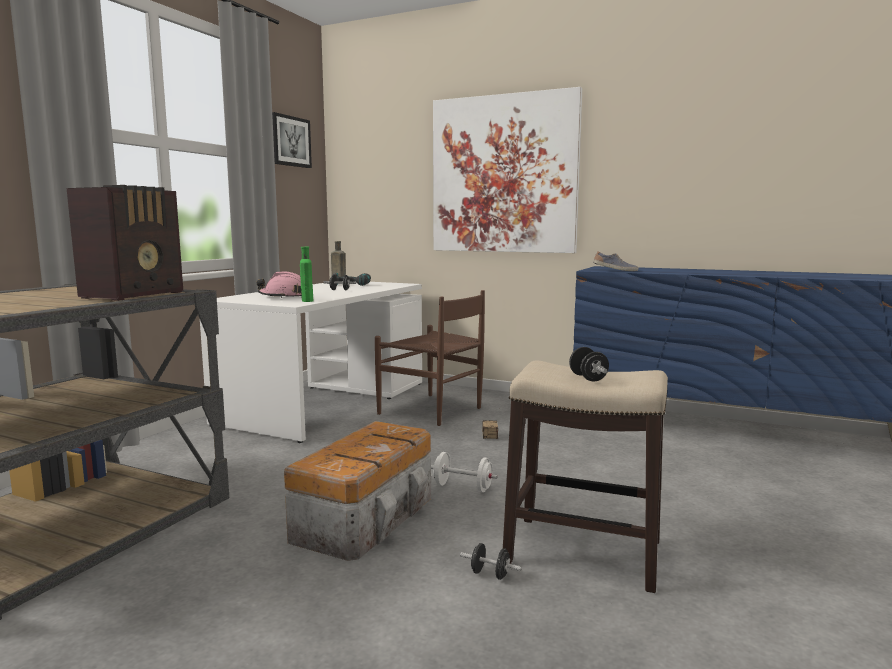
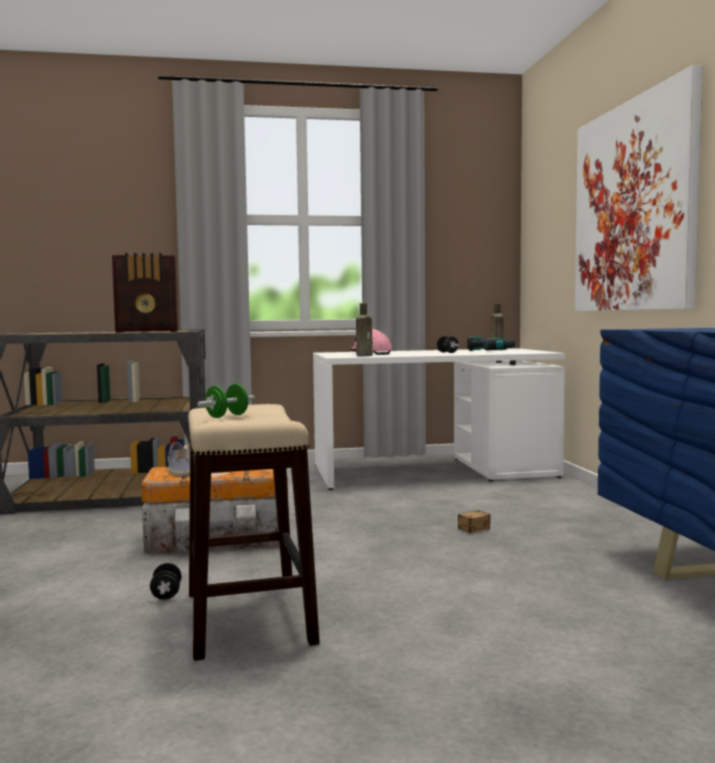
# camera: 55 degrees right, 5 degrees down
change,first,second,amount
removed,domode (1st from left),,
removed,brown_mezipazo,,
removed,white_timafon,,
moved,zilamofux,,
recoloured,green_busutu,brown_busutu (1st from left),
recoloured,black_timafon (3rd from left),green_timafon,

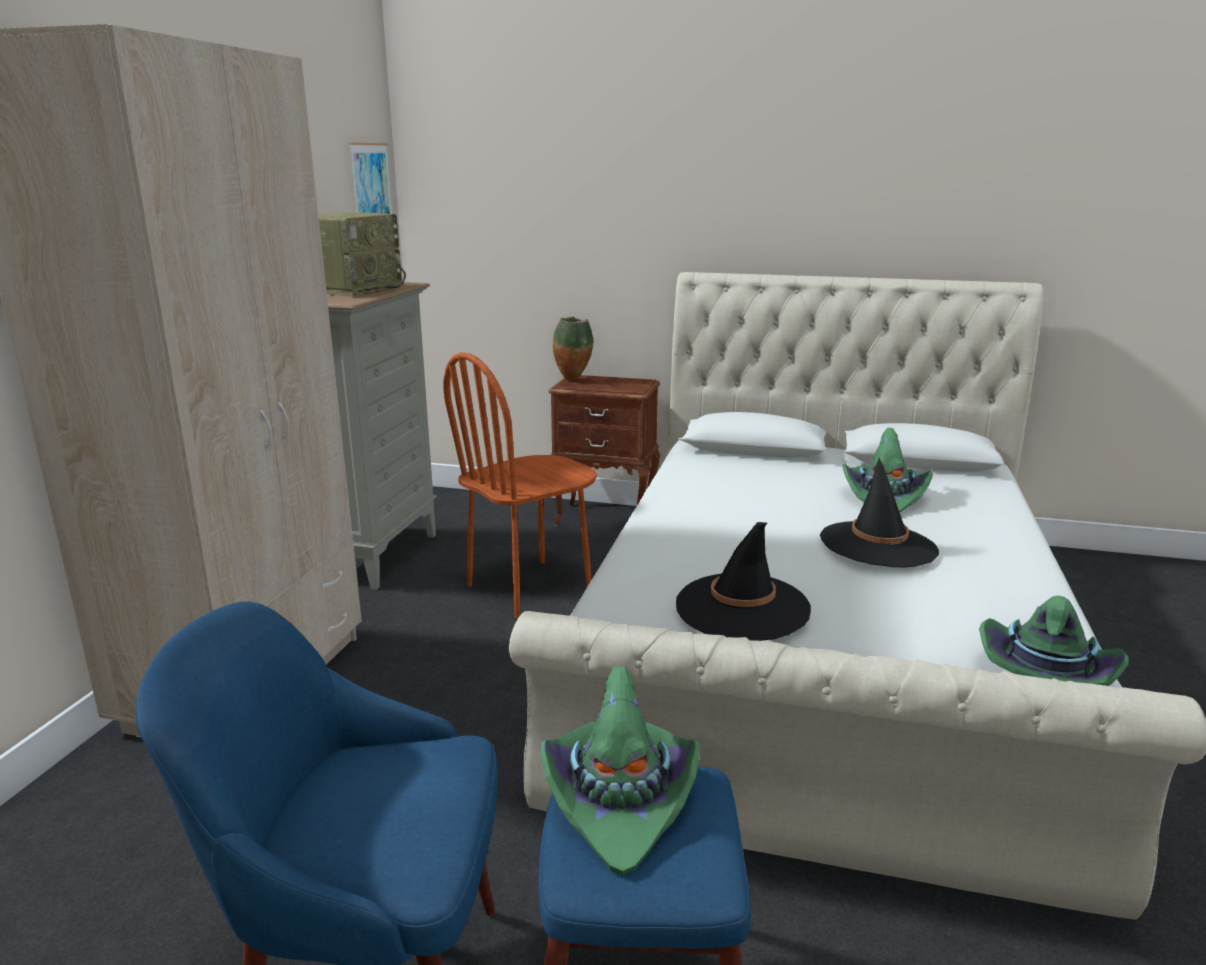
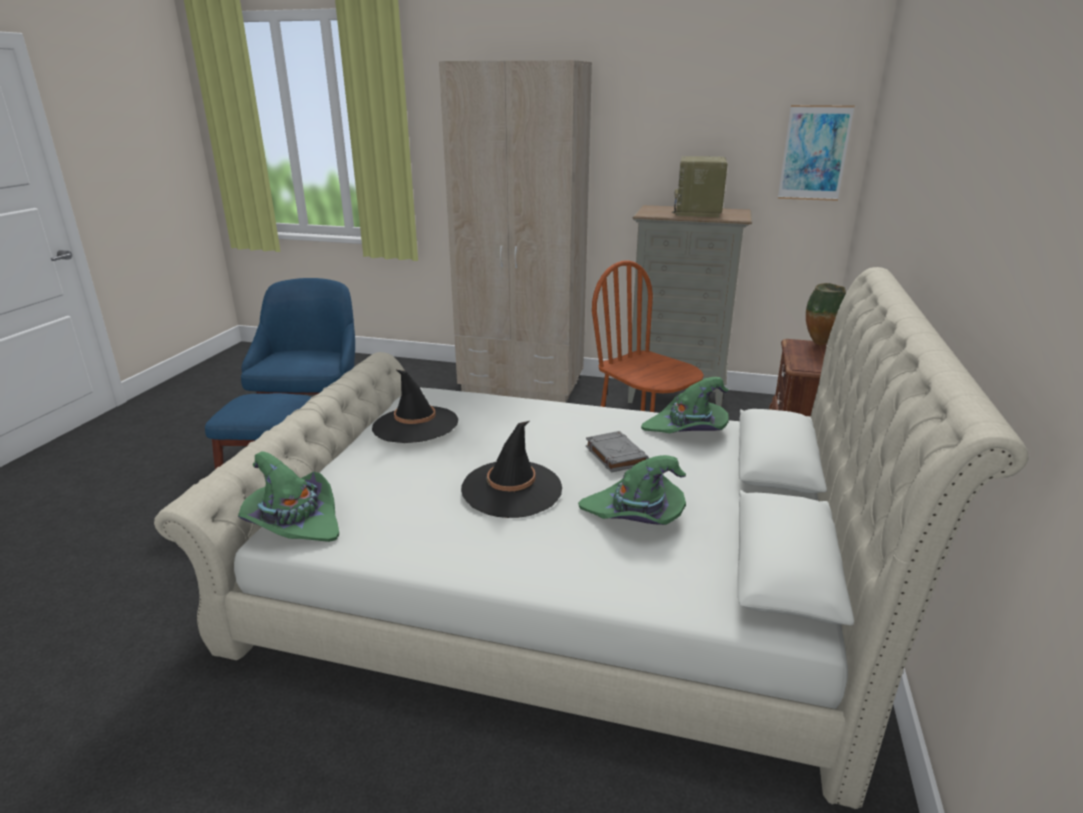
# camera: 90 degrees right, 5 degrees up
change,first,second,amount
added,,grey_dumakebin,
moved,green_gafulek (1st from left in the first image),green_gafulek (3rd from left),
turned,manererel,,75 degrees clockwise

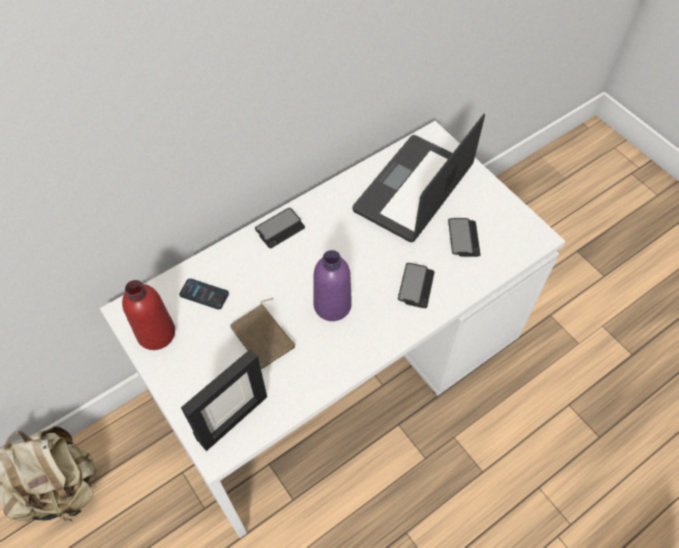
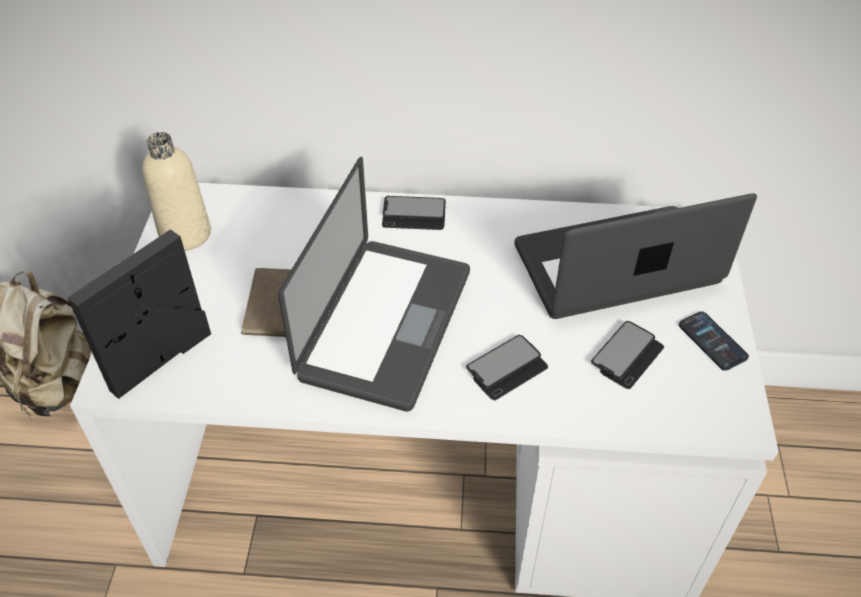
# camera: 40 degrees right, 10 degrees down
change,first,second,amount
moved,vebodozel (1st from left in the first image),vebodozel (4th from left),
replaced,purple_busutu,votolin (1st from left),
recoloured,red_busutu,beige_busutu,
turned,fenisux,,135 degrees clockwise

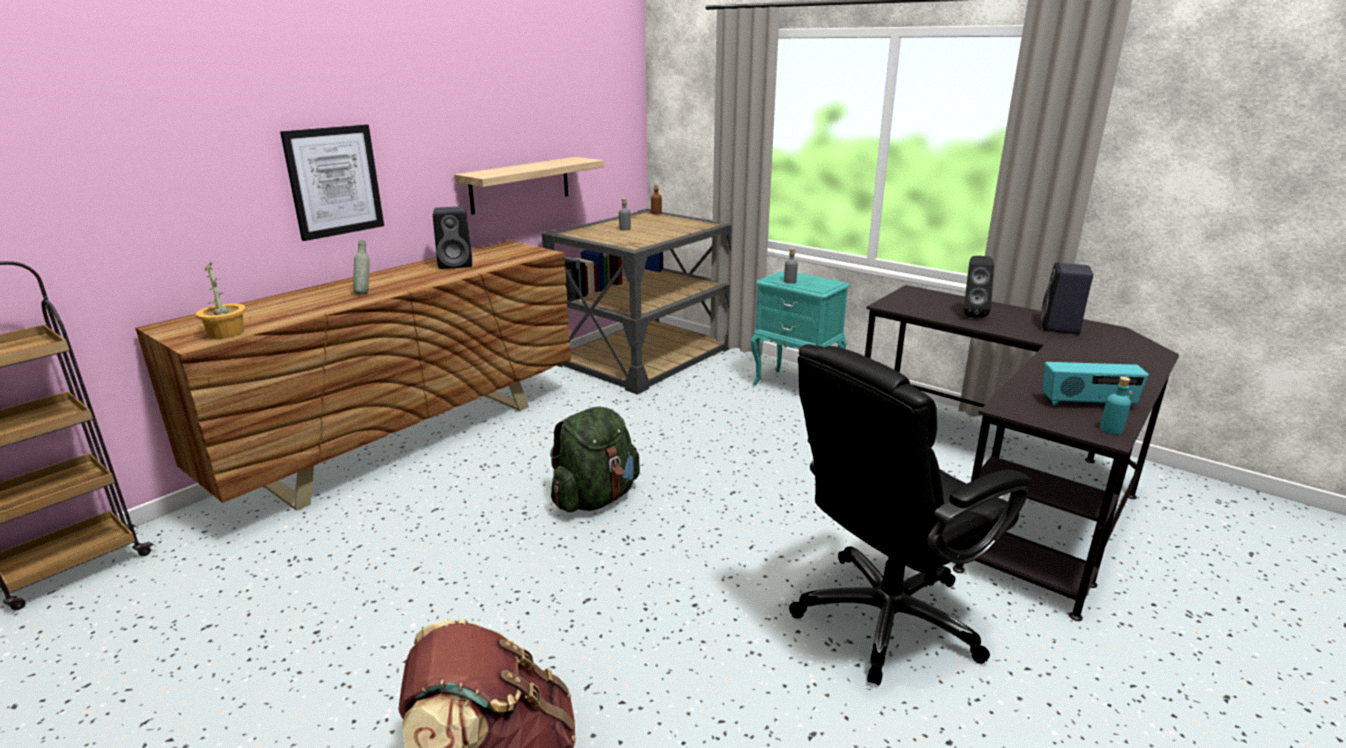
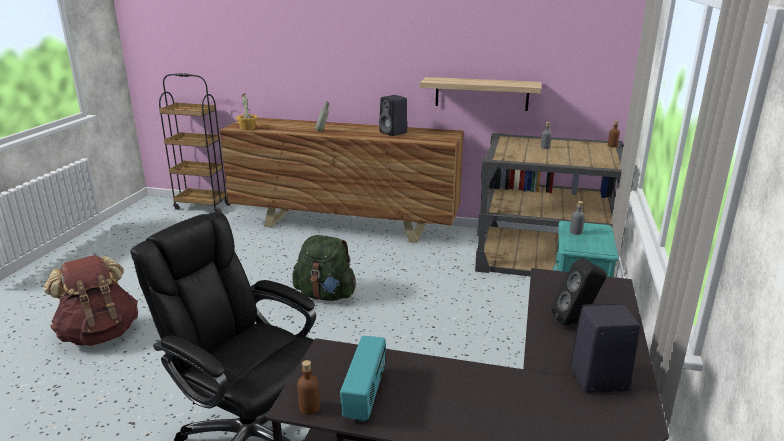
# camera: 65 degrees right, 0 degrees up
change,first,second,amount
removed,domode,,
recoloured,turquoise_busutu,brown_busutu (1st from left),
turned,manererel,,150 degrees counterclockwise

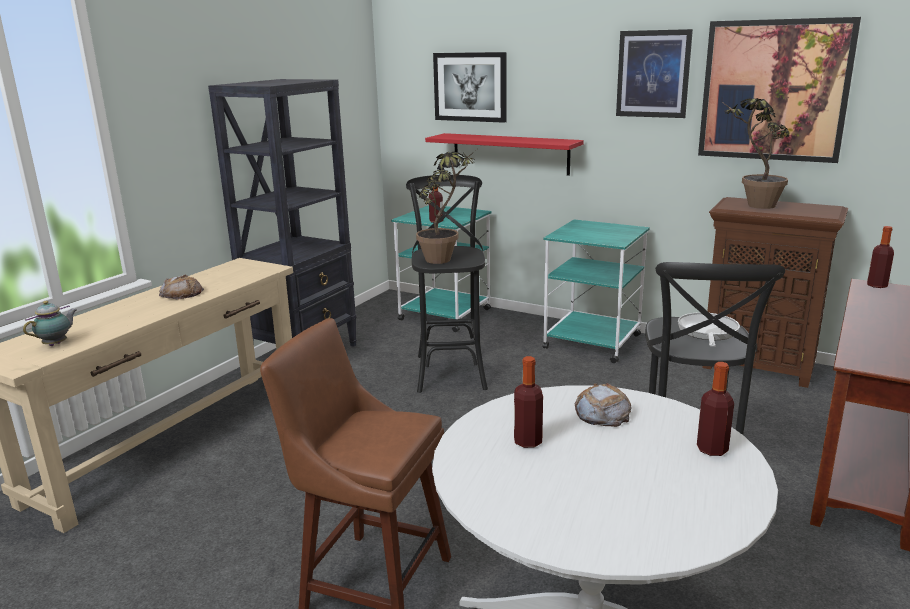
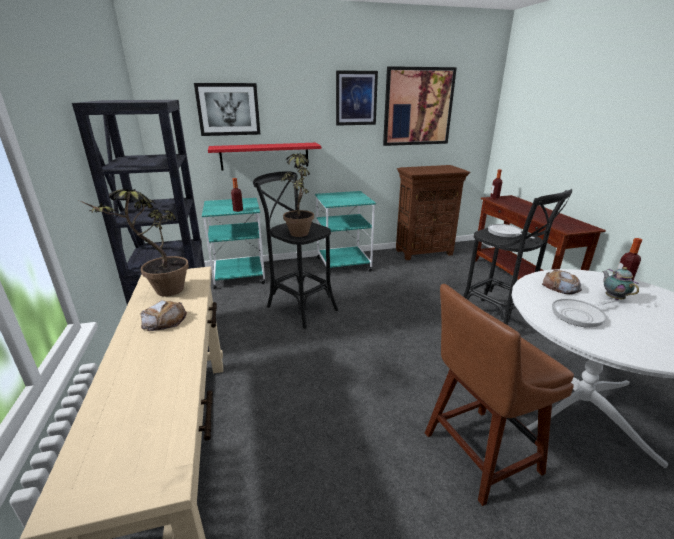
# camera: 45 degrees left, 5 degrees up
change,first,second,amount
moved,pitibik,,
moved,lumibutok (2nd from left in the first image),lumibutok (1st from left),
replaced,busutu (2nd from left),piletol (2nd from left),

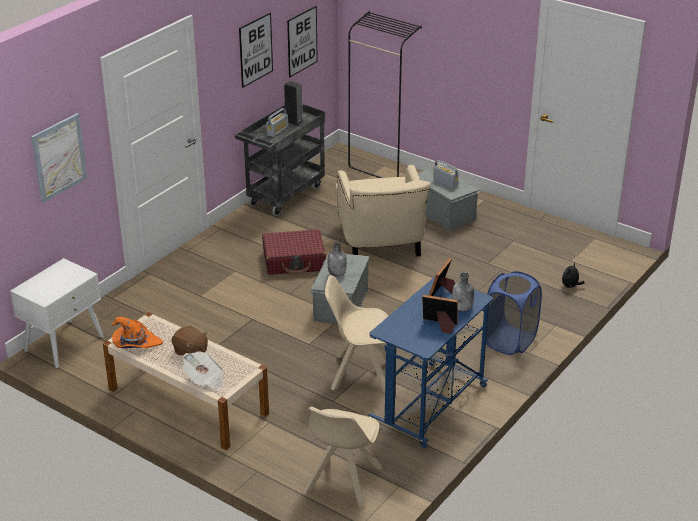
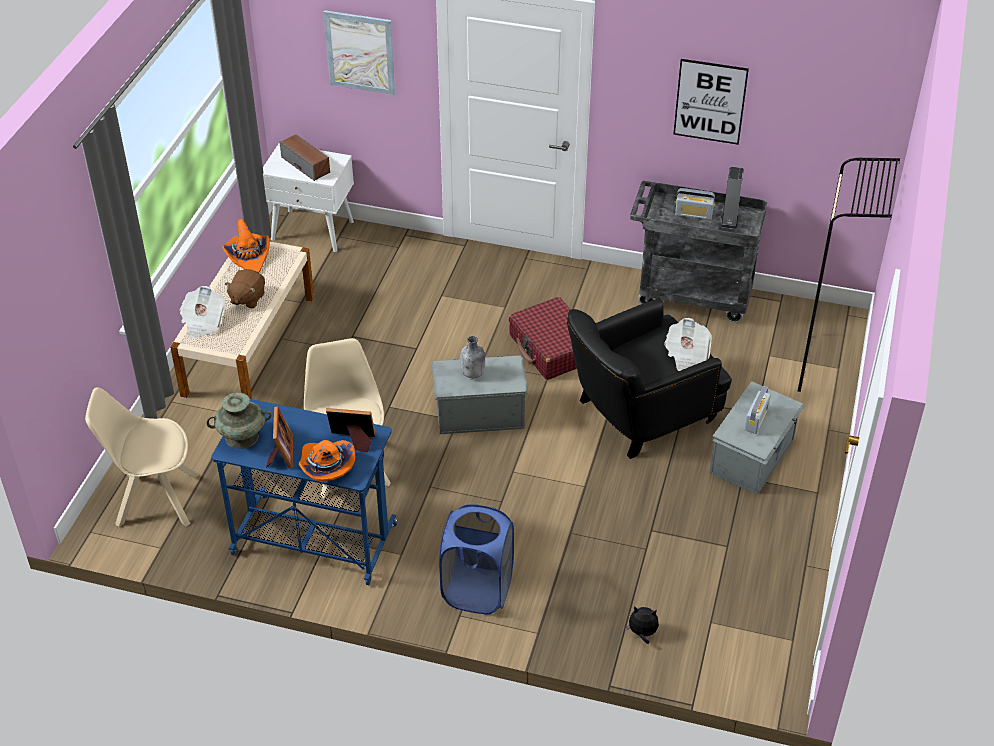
# camera: 70 degrees right, 10 degrees up
change,first,second,amount
removed,domode (3rd from left),,
added,,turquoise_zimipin,
added,,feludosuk (1st from left),
added,,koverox (2nd from left),
replaced,grey_busutu (2nd from left),orange_gafulek (2nd from left),
recoloured,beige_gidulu,black_gidulu,

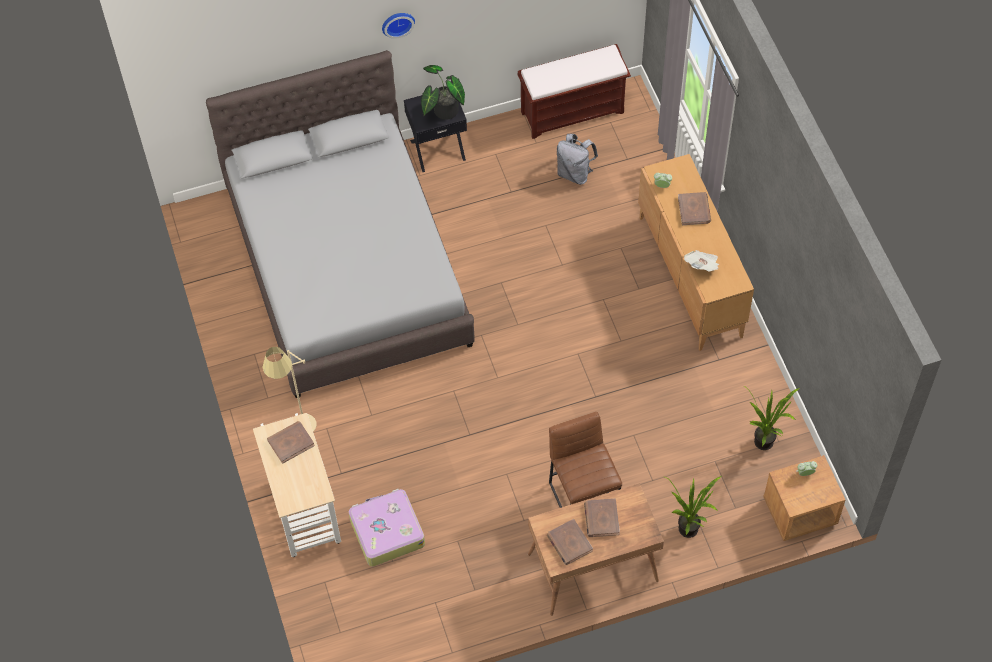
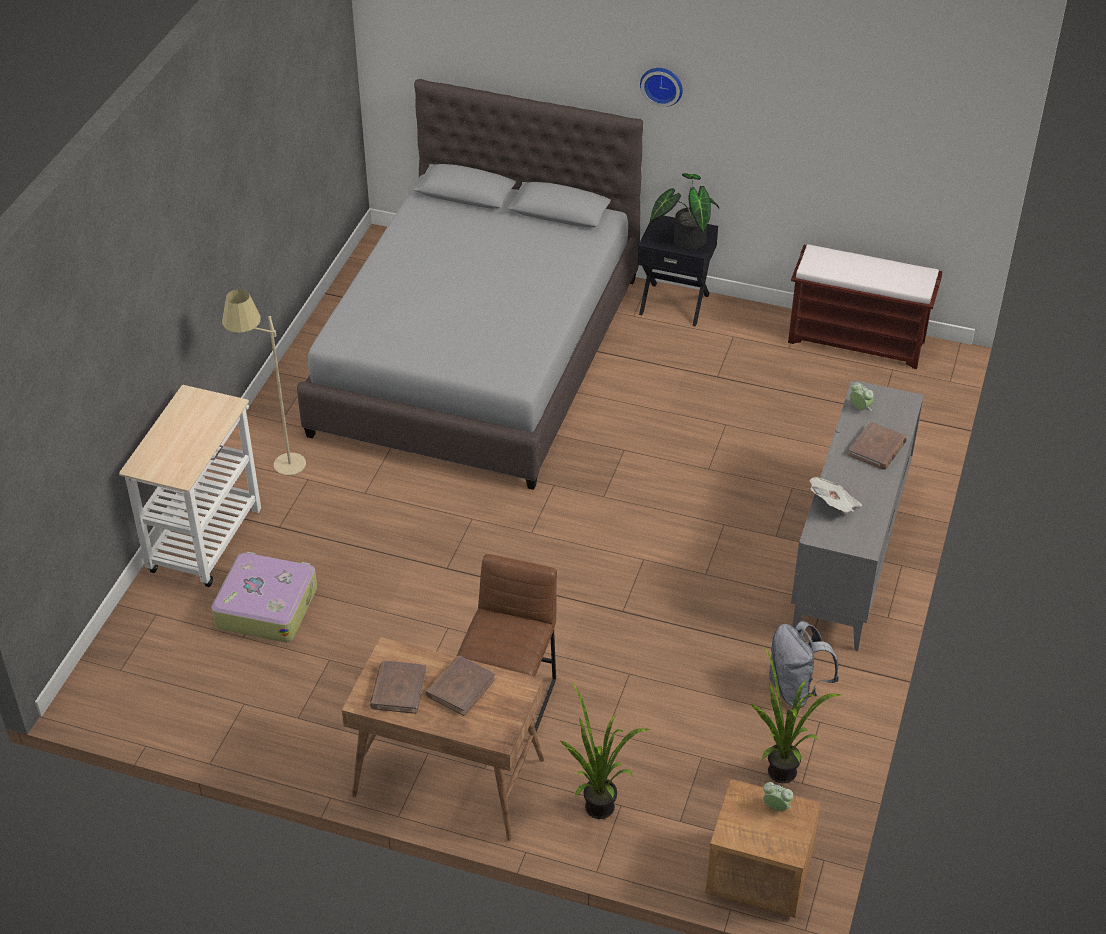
# camera: 35 degrees right, 15 degrees down
change,first,second,amount
removed,brown_dumakebin (1st from left),,
moved,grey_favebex,,
recoloured,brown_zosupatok,grey_zosupatok,

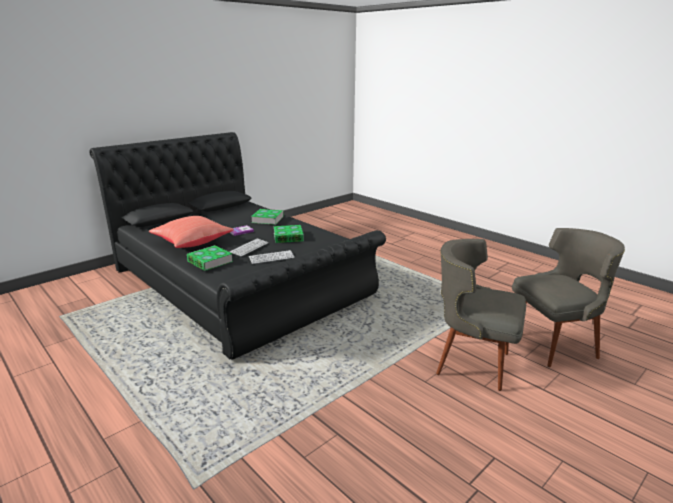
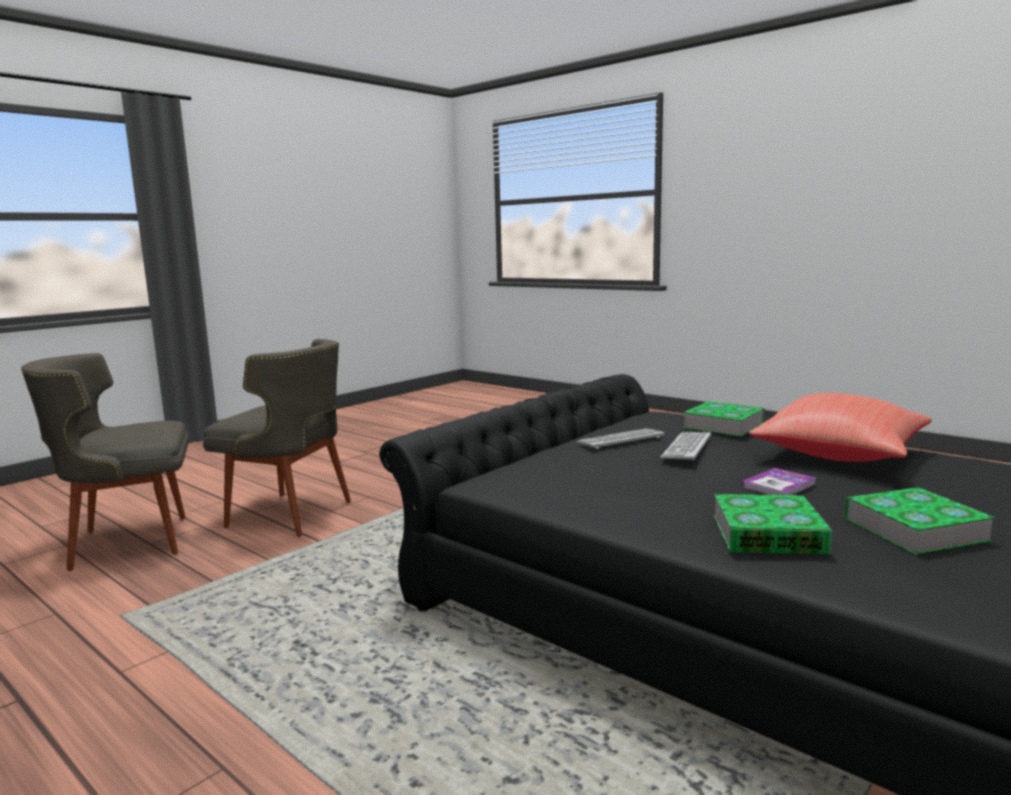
# camera: 175 degrees right, 10 degrees down
change,first,second,amount
moved,dumakebin (4th from left),,

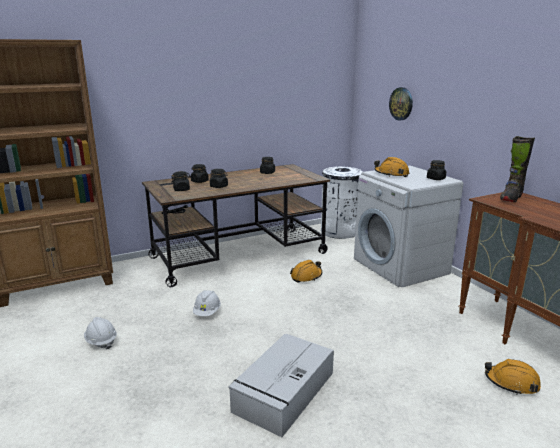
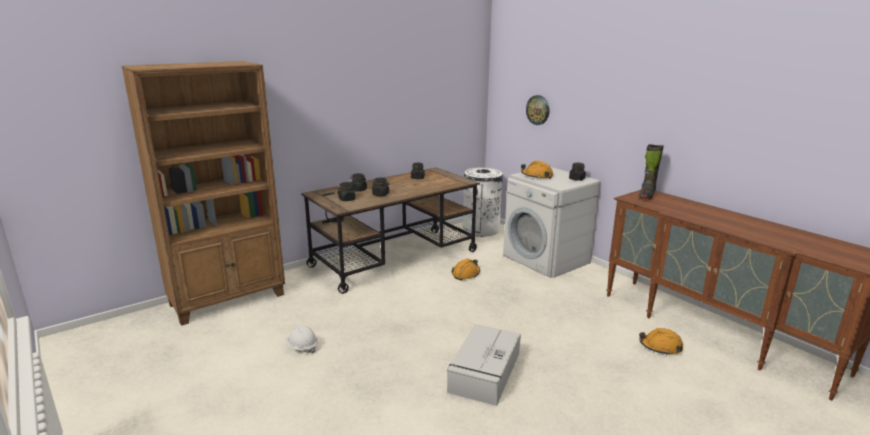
# camera: 10 degrees left, 0 degrees up
change,first,second,amount
removed,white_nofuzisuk (2nd from left),,

